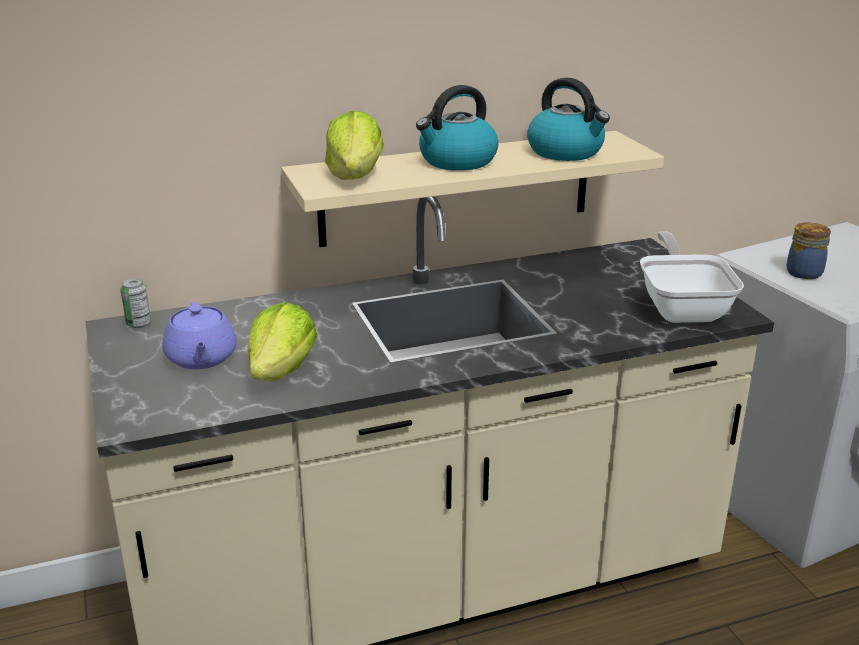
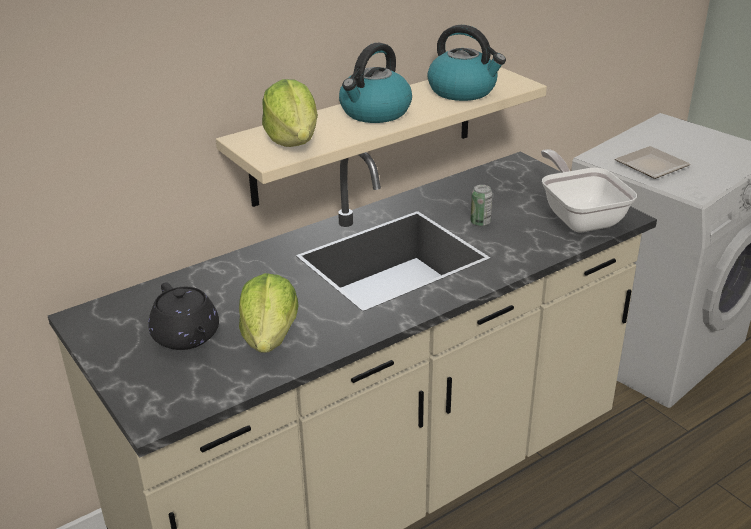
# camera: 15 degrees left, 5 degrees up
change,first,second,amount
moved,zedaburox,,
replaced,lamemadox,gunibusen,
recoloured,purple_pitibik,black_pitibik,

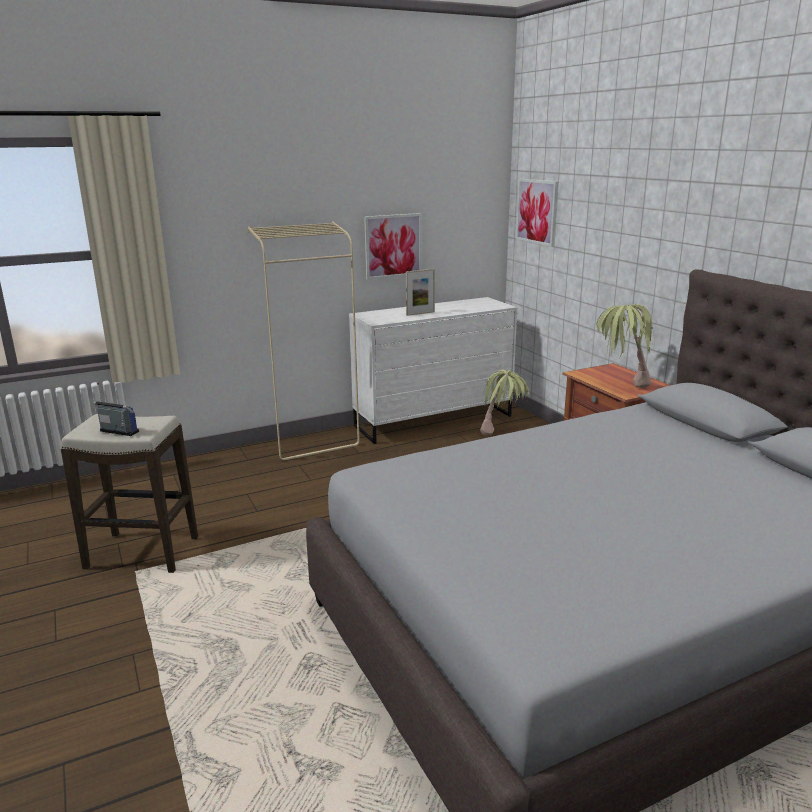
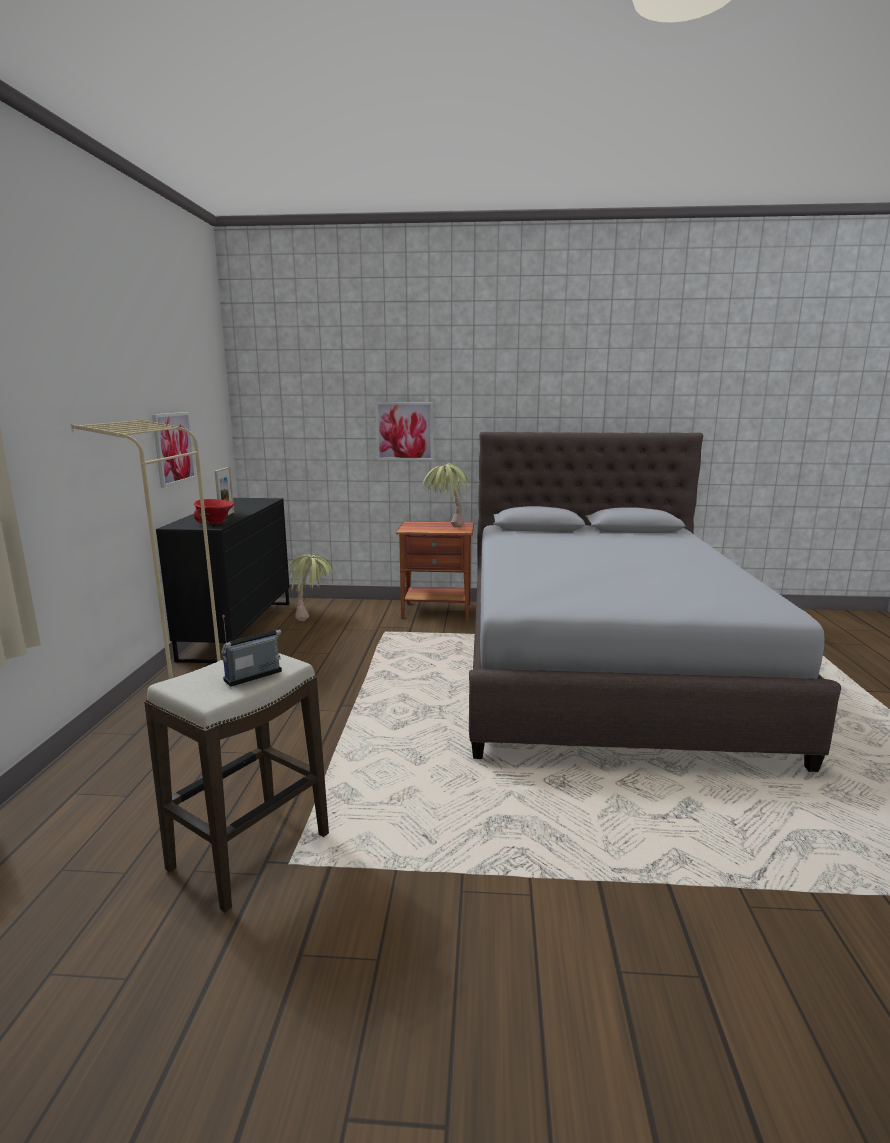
# camera: 60 degrees left, 5 degrees down
change,first,second,amount
added,,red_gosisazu,
moved,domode (2nd from left),,
recoloured,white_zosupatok,black_zosupatok,

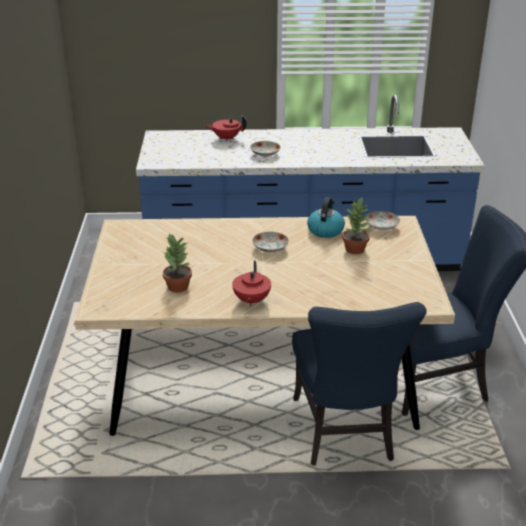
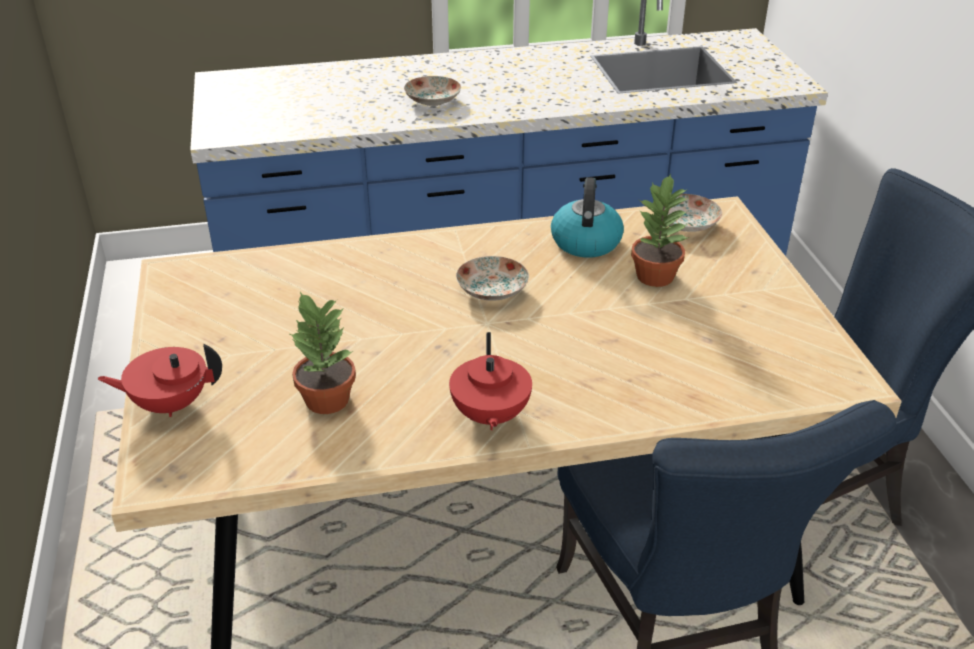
# camera: 10 degrees left, 5 degrees up
change,first,second,amount
moved,red_pitibik (1st from left),,

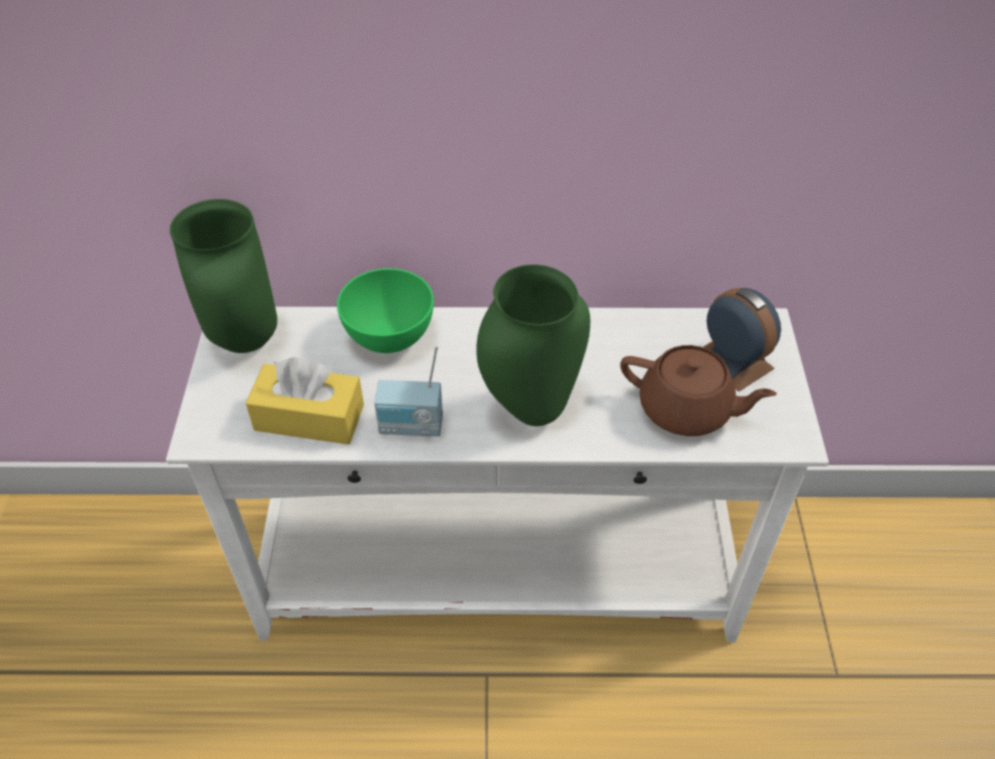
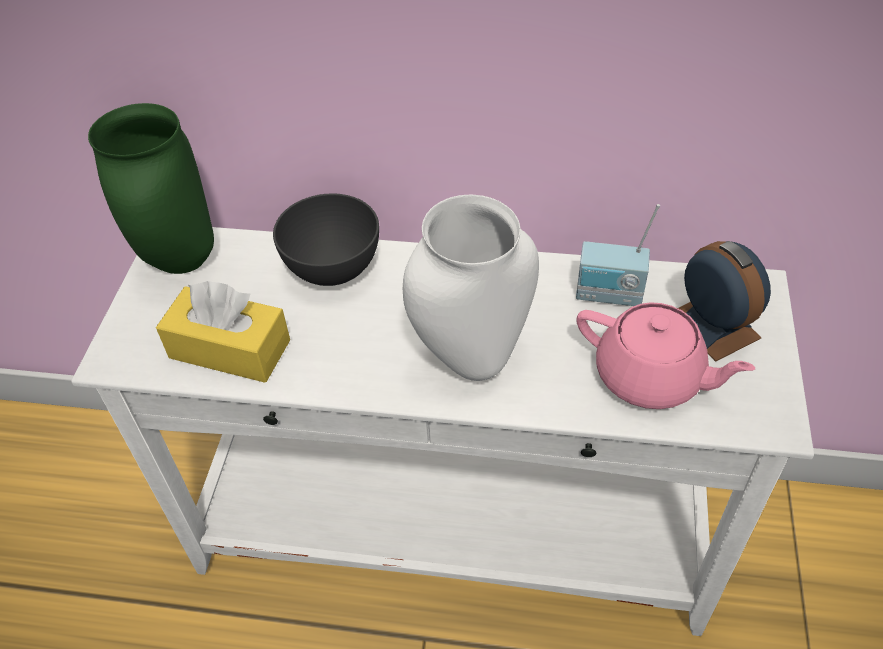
# camera: 10 degrees right, 0 degrees up
change,first,second,amount
moved,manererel,,
recoloured,green_gosisazu,grey_gosisazu,
recoloured,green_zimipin (2nd from left),white_zimipin,
recoloured,brown_pitibik,pink_pitibik,

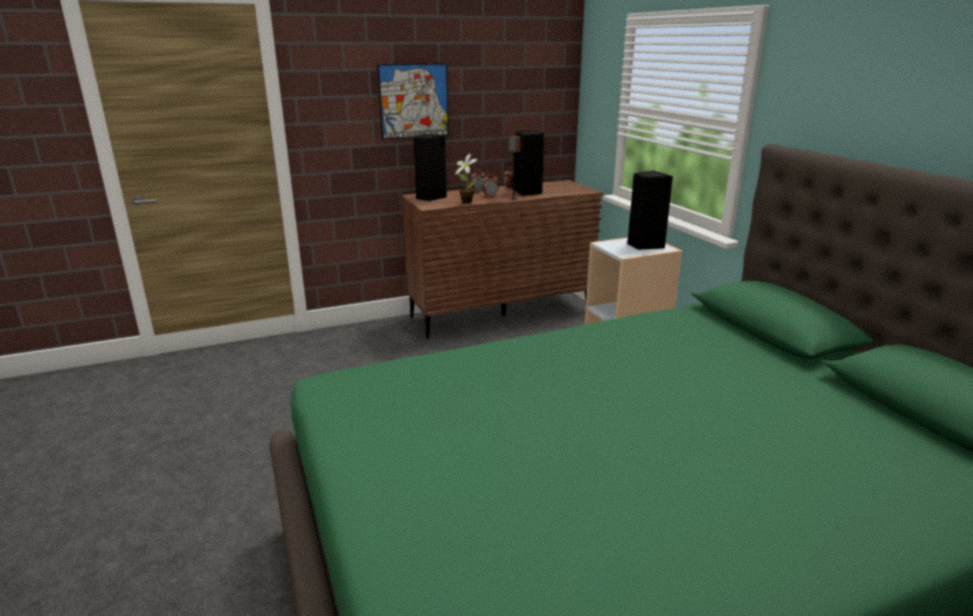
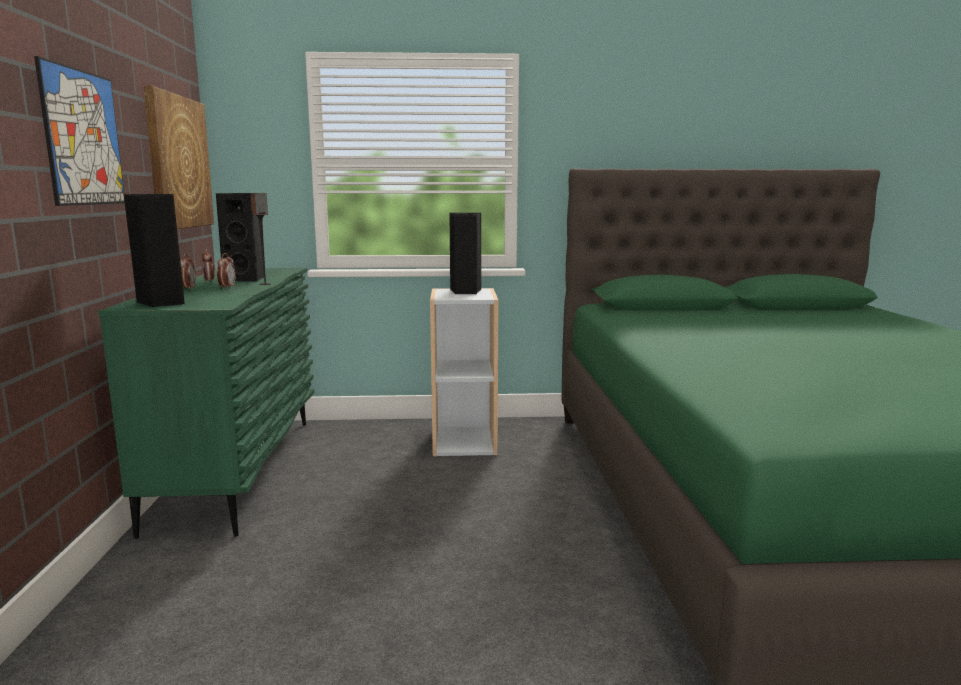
# camera: 70 degrees left, 10 degrees down
change,first,second,amount
removed,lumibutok,,
added,,domode (2nd from left),
recoloured,brown_zosupatok,green_zosupatok,

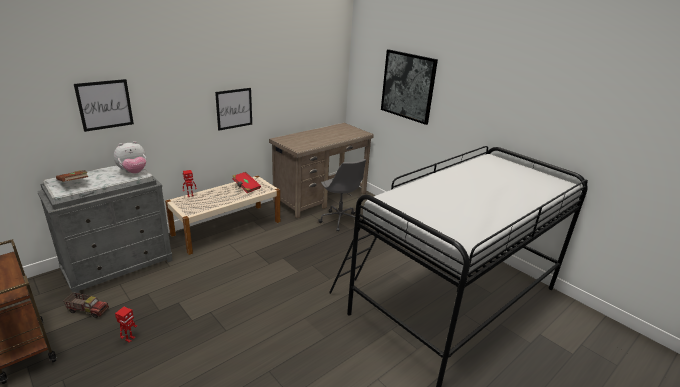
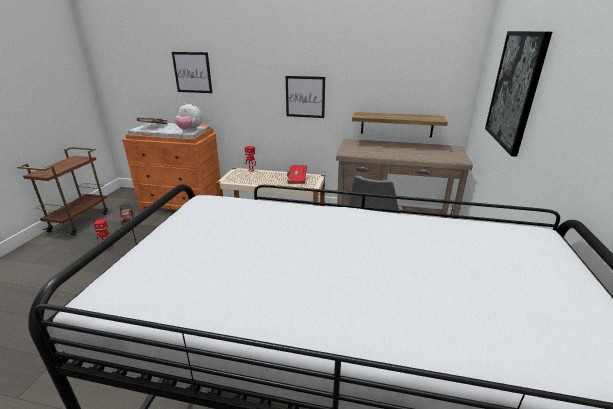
# camera: 55 degrees right, 0 degrees up
change,first,second,amount
added,,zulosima,
recoloured,grey_zosupatok,orange_zosupatok,

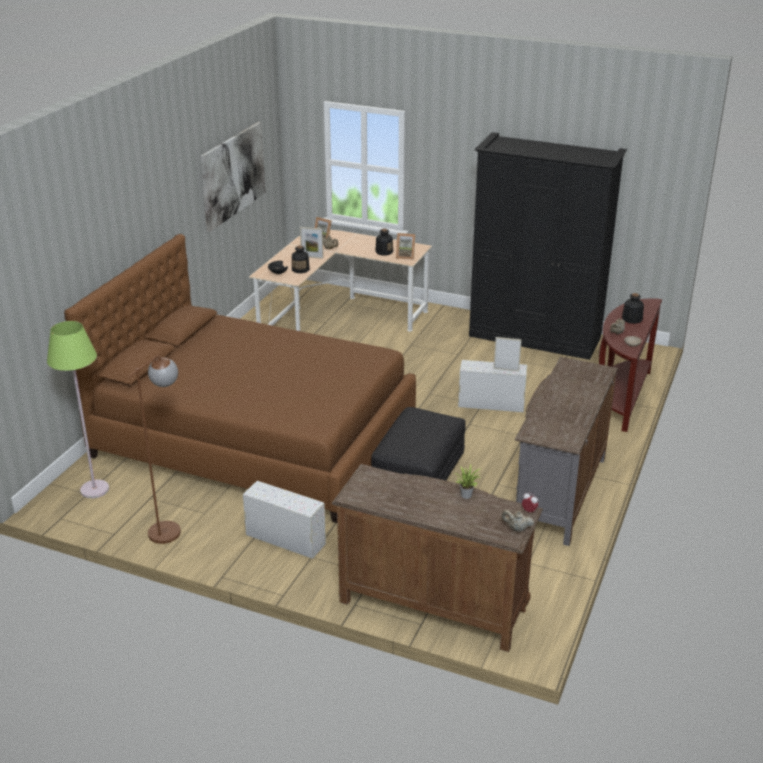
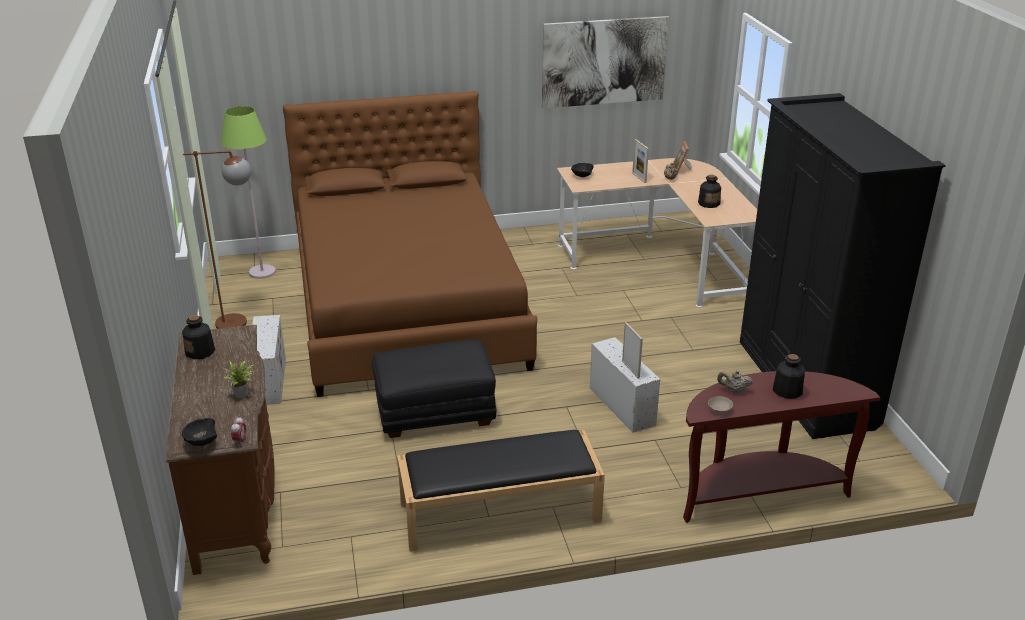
# camera: 55 degrees right, 0 degrees up
change,first,second,amount
removed,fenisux (3rd from left),,
moved,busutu (1st from left),,
replaced,beige_pitibik (2nd from left),black_gosisazu (1st from left),
replaced,grey_zosupatok,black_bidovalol,

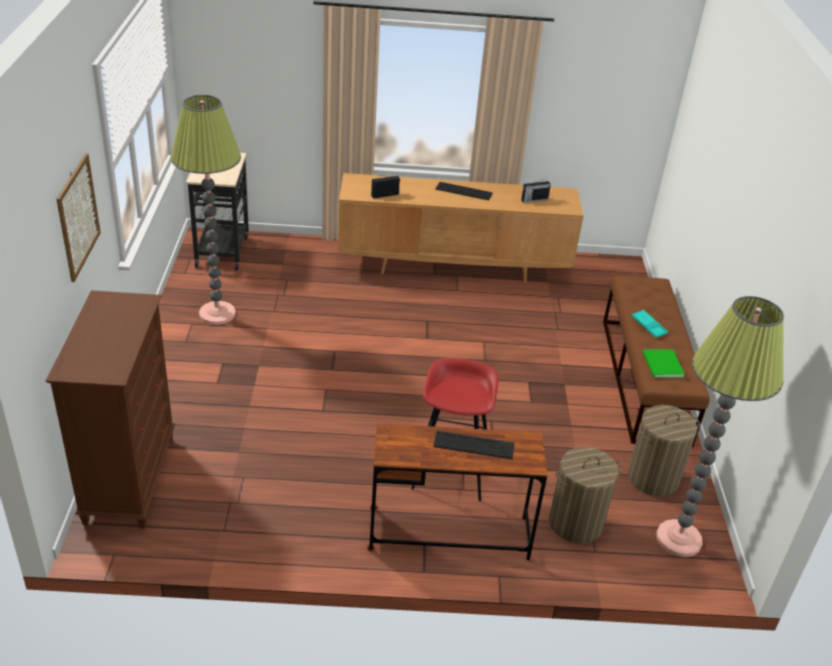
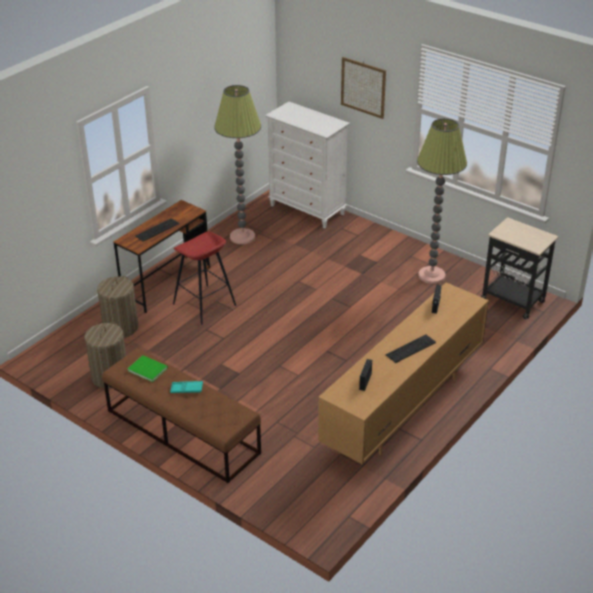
# camera: 130 degrees right, 0 degrees up
change,first,second,amount
moved,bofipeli (2nd from left in the first image),bofipeli (1st from left),
recoloured,brown_zosupatok,white_zosupatok,

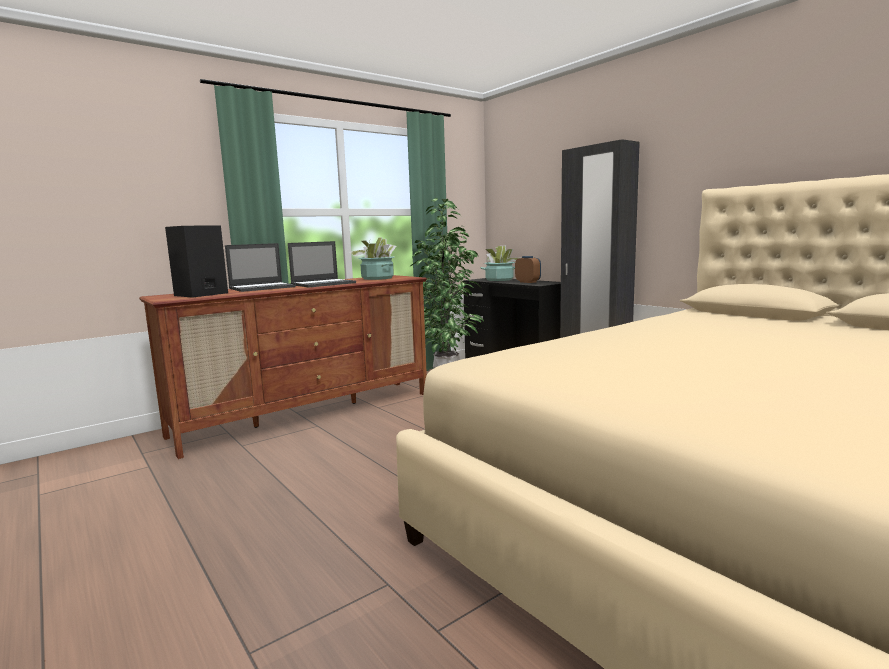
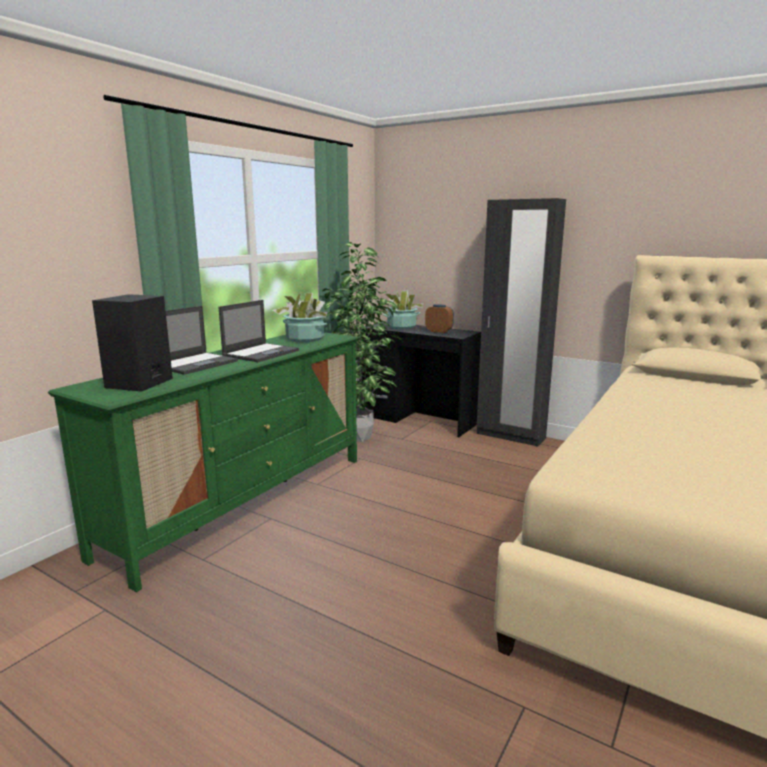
# camera: 20 degrees left, 5 degrees up
change,first,second,amount
recoloured,brown_zosupatok,green_zosupatok,

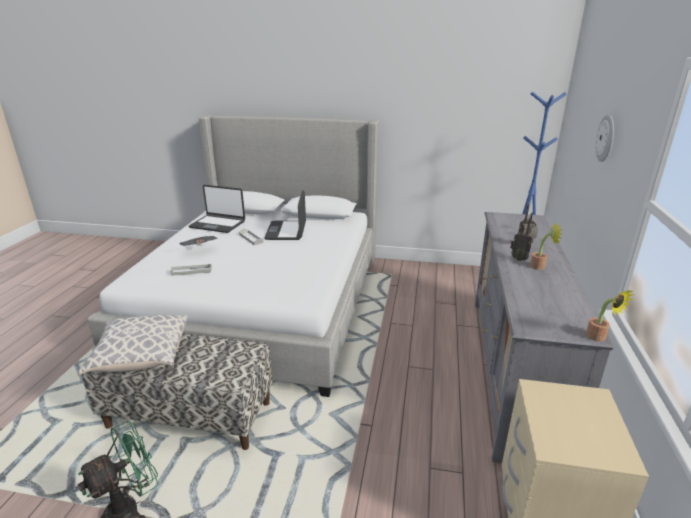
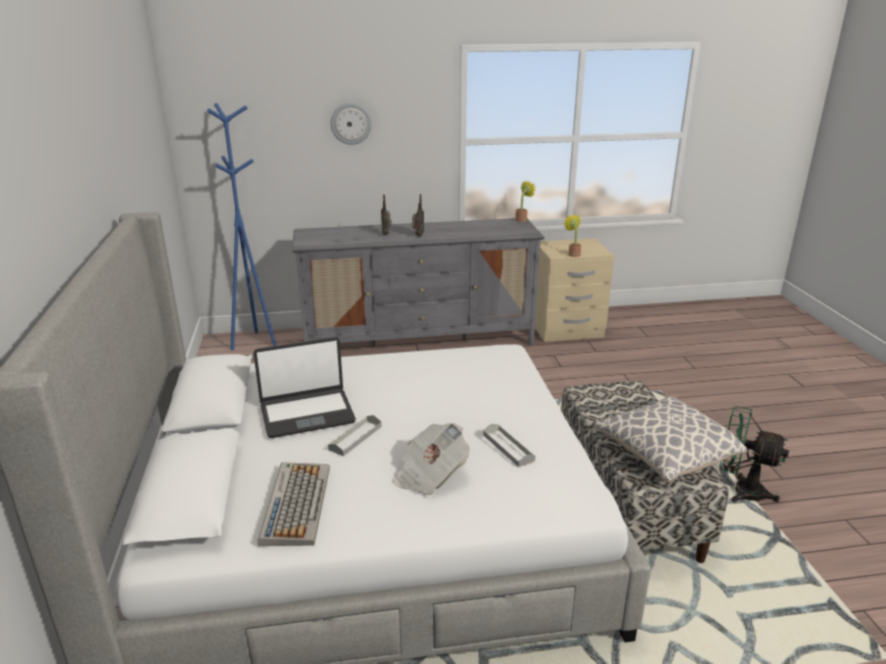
# camera: 110 degrees left, 0 degrees up
change,first,second,amount
moved,lumibutok (1st from left in the first image),lumibutok (2nd from left),
replaced,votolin (1st from left),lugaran,

